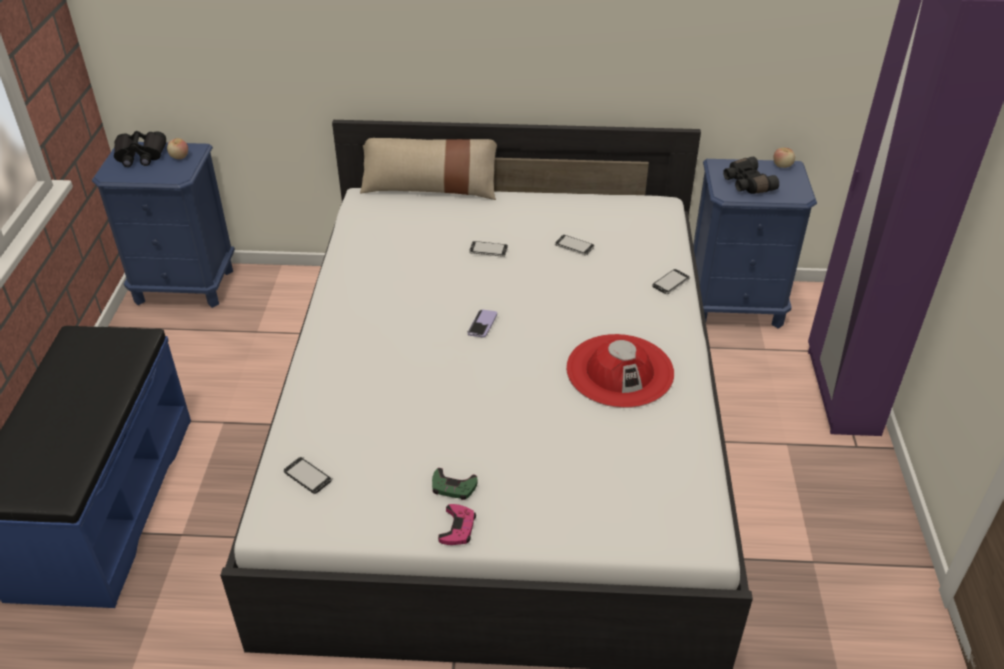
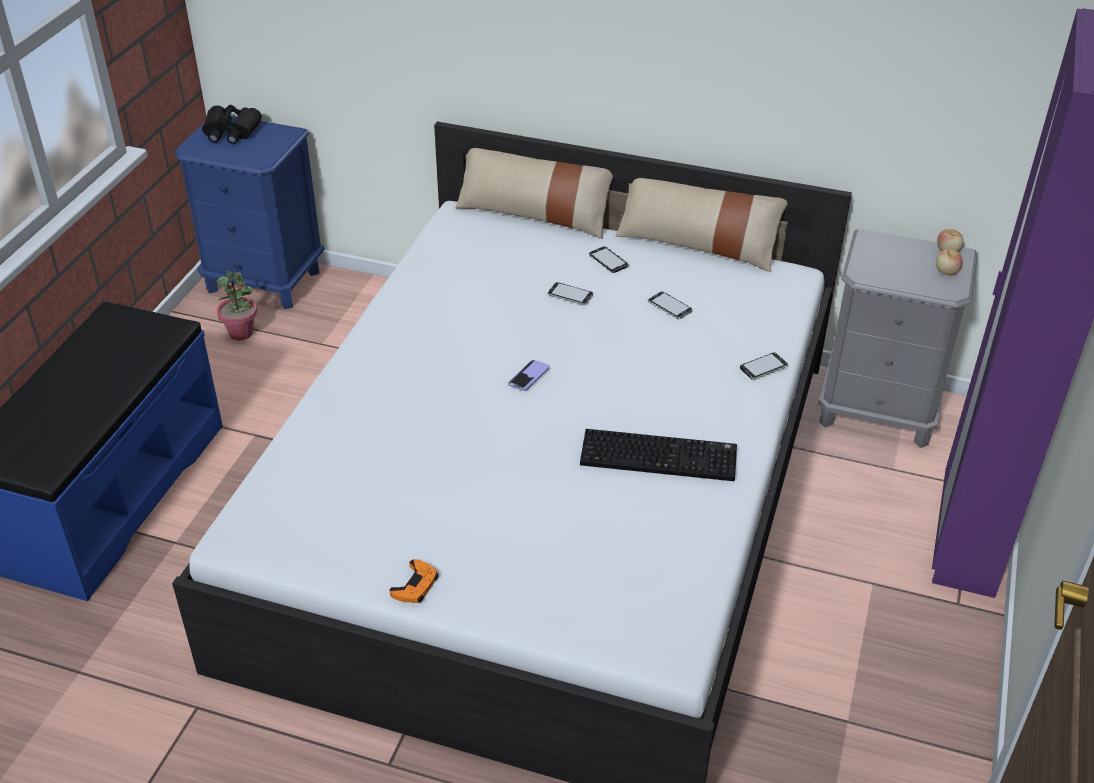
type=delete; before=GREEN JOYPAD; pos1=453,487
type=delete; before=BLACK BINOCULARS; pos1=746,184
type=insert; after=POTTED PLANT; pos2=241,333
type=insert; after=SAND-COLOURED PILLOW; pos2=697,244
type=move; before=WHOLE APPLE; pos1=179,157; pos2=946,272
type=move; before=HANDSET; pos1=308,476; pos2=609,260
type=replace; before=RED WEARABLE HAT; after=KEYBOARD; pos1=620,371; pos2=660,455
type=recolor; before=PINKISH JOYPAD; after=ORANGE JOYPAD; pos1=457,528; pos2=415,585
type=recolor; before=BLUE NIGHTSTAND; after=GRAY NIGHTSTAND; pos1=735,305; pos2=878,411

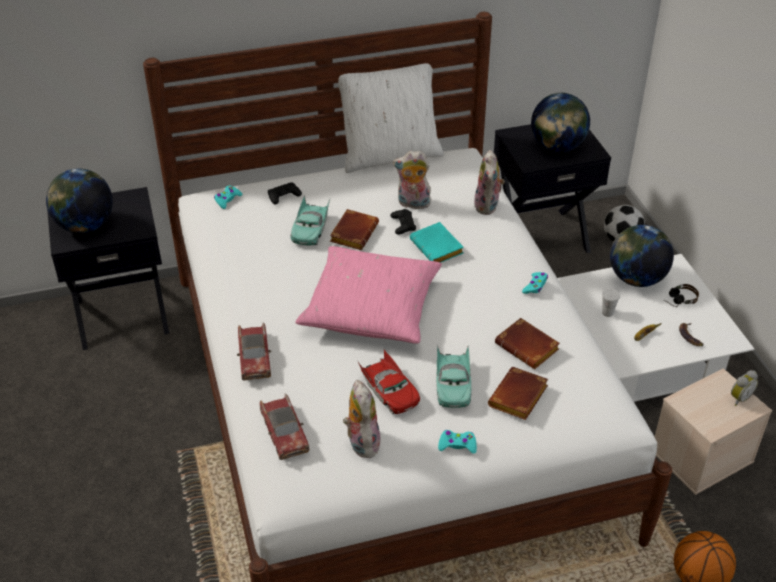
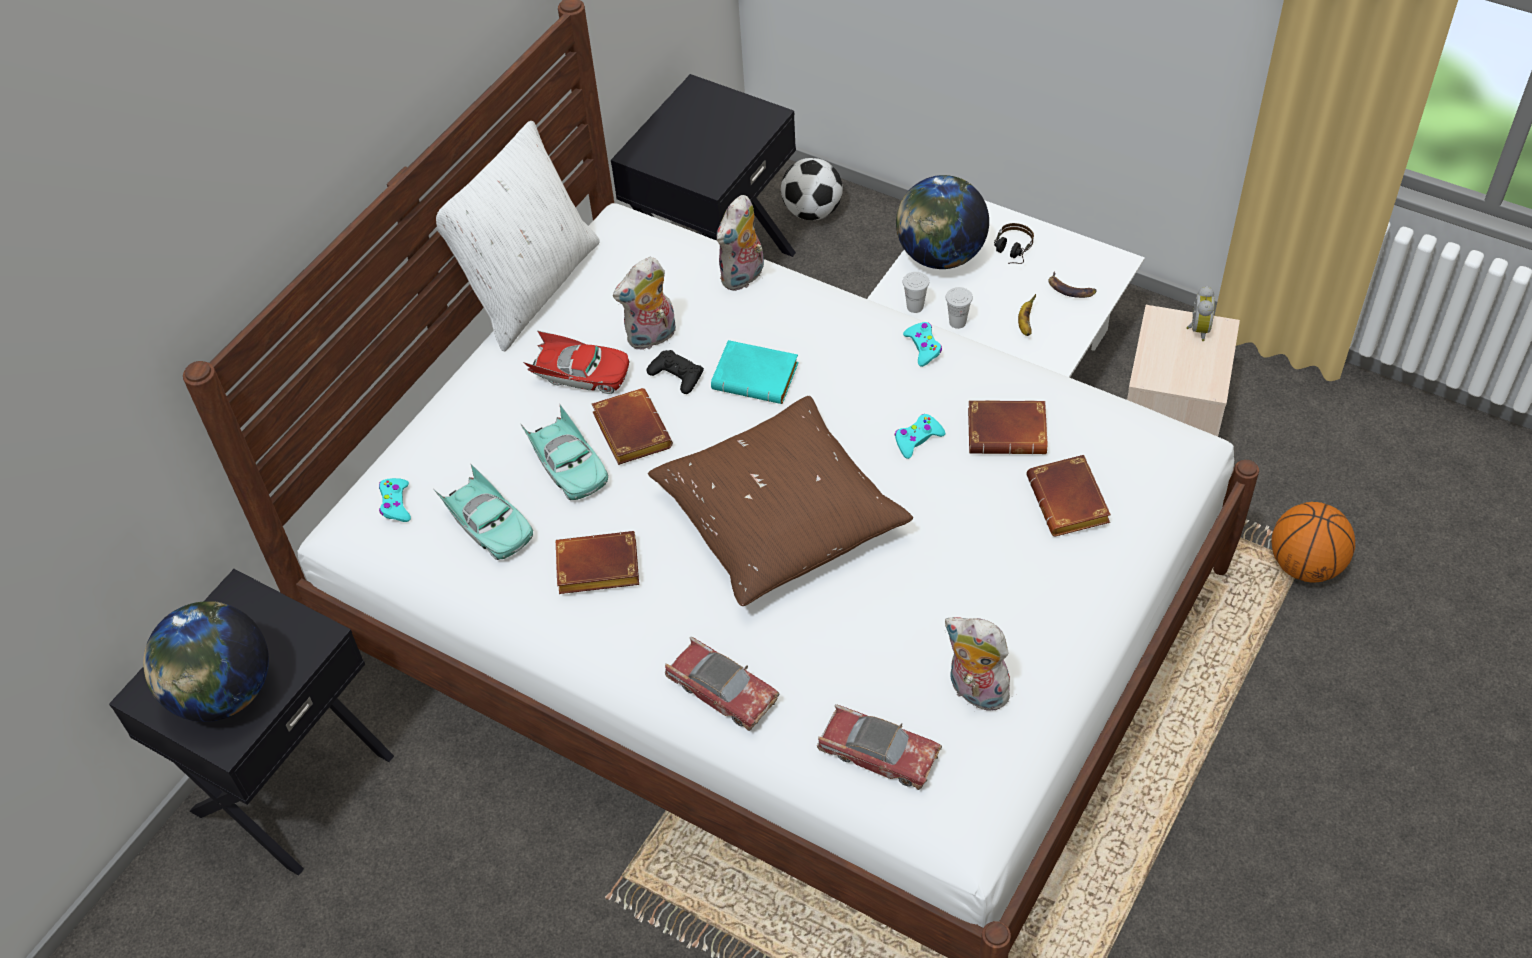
type=delete; before=BLACK JOYPAD; pos1=283,196
type=delete; before=WORLD GLOBE; pos1=557,147
type=insert; after=BROWNISH BOUND BOOK; pos2=595,570
type=insert; after=WHITISH CUP; pos2=915,306
type=move; before=RED MODEL CAR; pos1=389,391; pos2=580,374
type=move; before=TURQUOISE-COLOURED MODEL CAR; pos1=453,385; pos2=489,525
type=move; before=TURQUOISE-COLOURED JOYPAD; pos1=457,445; pos2=917,439
type=recolor; before=PINKISH PILLOW; after=BROWNISH PILLOW; pos1=371,308; pos2=779,516
type=rotate; before=PLUSH TOY; pos1=488,206; pos2=743,277; turn=75

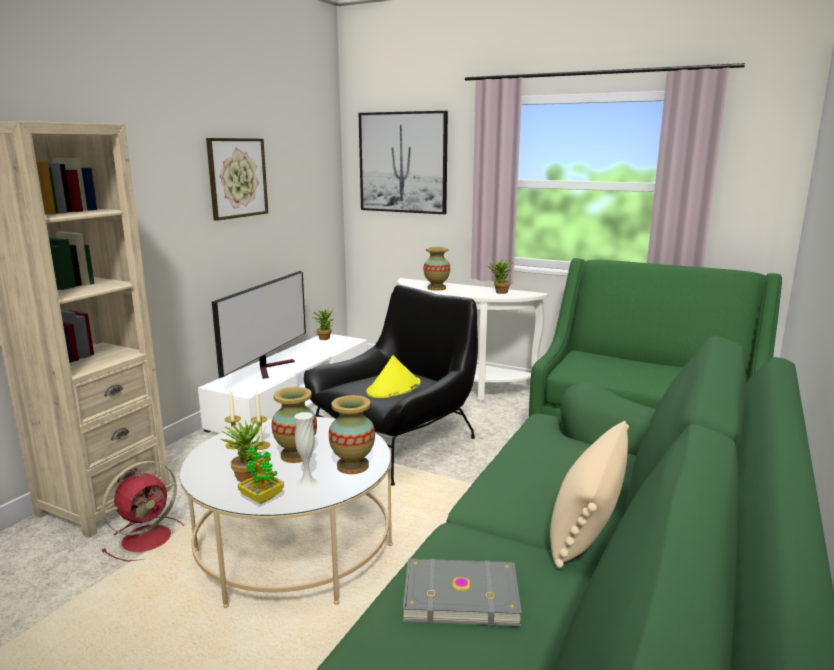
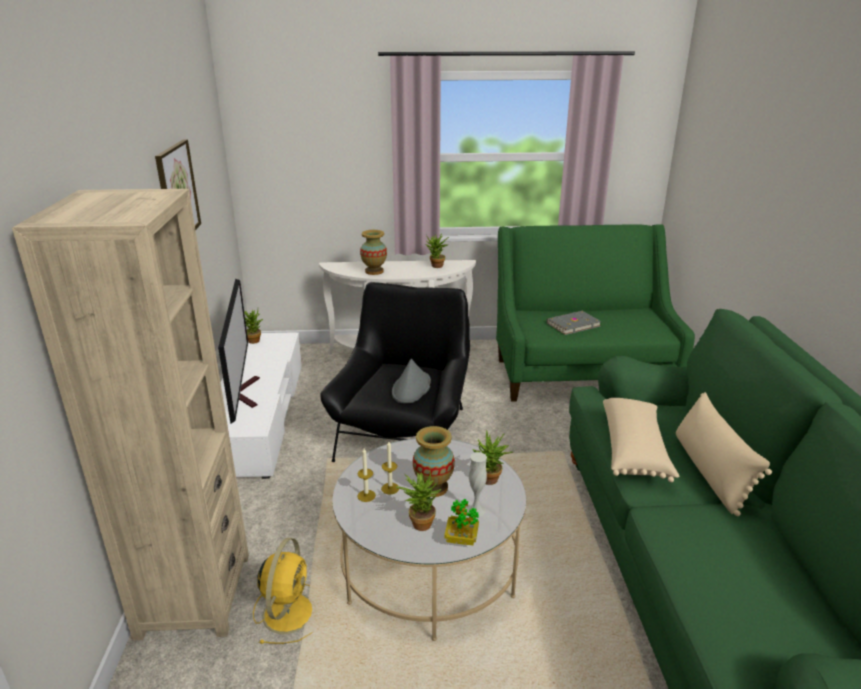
type=delete; before=WALL ART; pos1=403,162
type=insert; after=SAND-COLOURED PILLOW; pos2=634,450
type=move; before=GRAY BOUND BOOK; pos1=460,594; pos2=572,324
type=replace; before=DECORATIVE VASE; after=POTTED PLANT; pos1=352,466; pos2=490,482
type=recolor; before=RED FAN; after=YELLOWISH FAN; pos1=149,538; pos2=289,611
type=recolor; before=YELLOWISH WEARABLE HAT; after=GRAY WEARABLE HAT; pos1=393,388; pos2=411,388

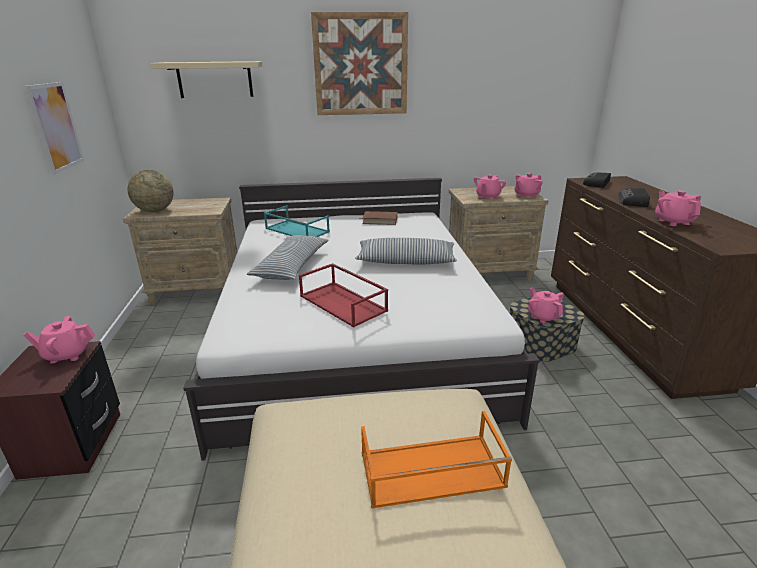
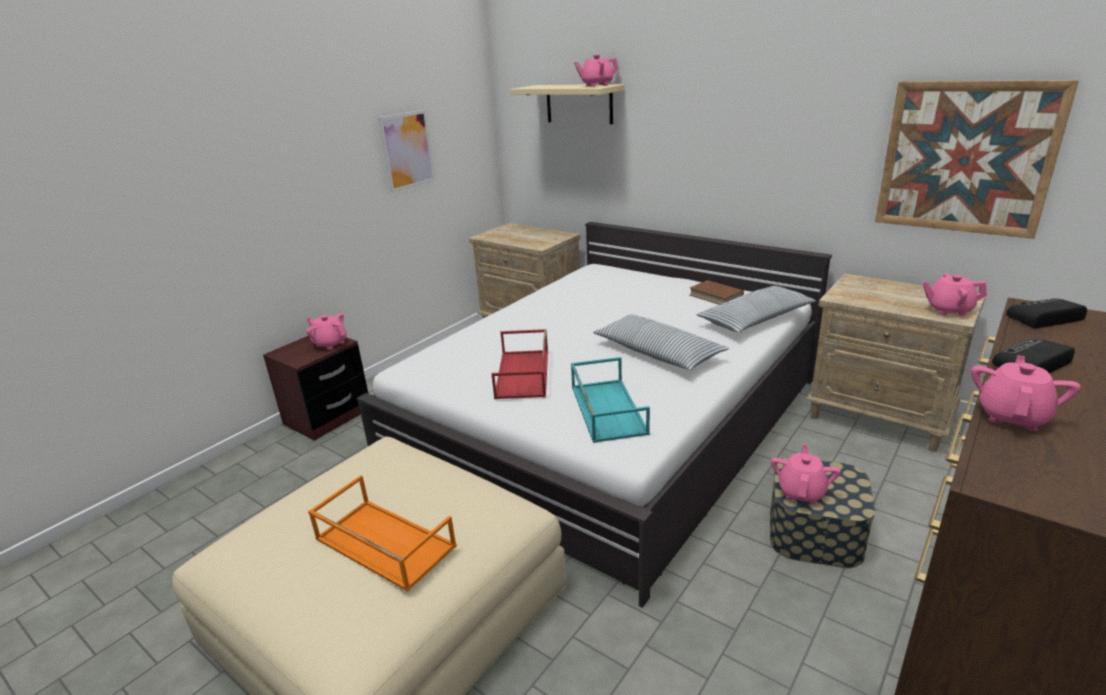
type=delete; before=WORLD GLOBE; pos1=155,211
type=move; before=PILLOW; pos1=291,266; pos2=755,320
type=move; before=TURQUOISE-COLOURED SERVING TRAY; pos1=296,230; pos2=606,409
type=move; before=WALL ART; pos1=360,65; pos2=966,158
type=move; before=PINKISH TEA POT; pos1=487,197; pos2=596,85

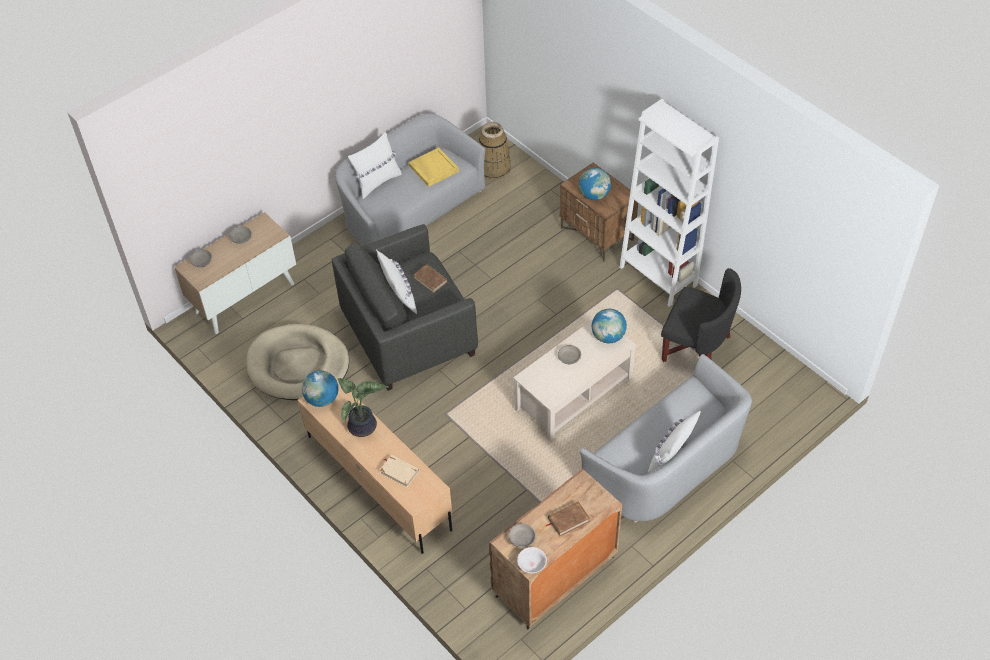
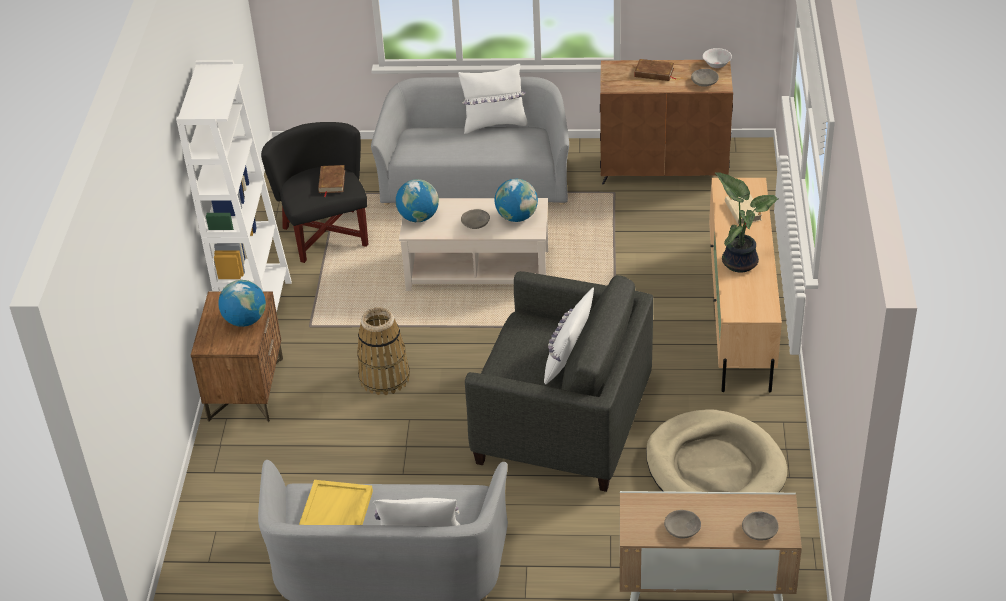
type=move; before=WORLD GLOBE; pos1=322,399; pos2=517,217
type=move; before=BROWNISH BOUND BOOK; pos1=430,280; pos2=331,181
type=move; before=HOUSEHOLD BASKET; pos1=493,168; pos2=385,377

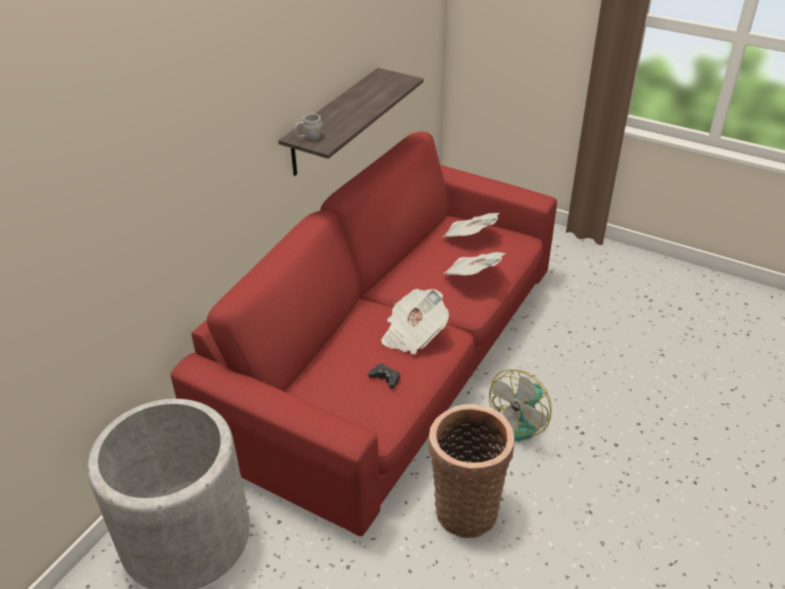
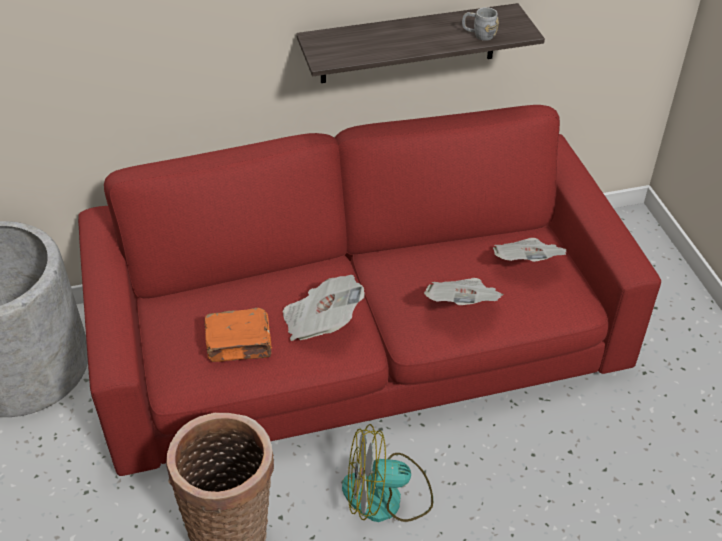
type=move; before=GRAY MUG; pos1=309,137; pos2=479,35
type=replace; before=BLACK JOYPAD; after=ORANGE BOUND BOOK; pos1=385,378; pos2=240,344

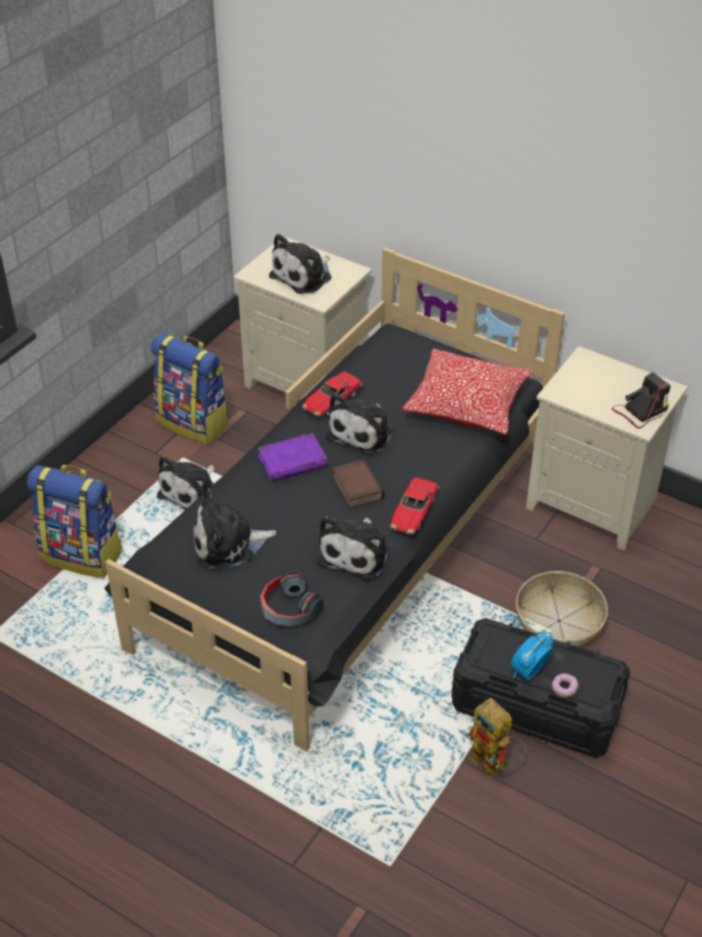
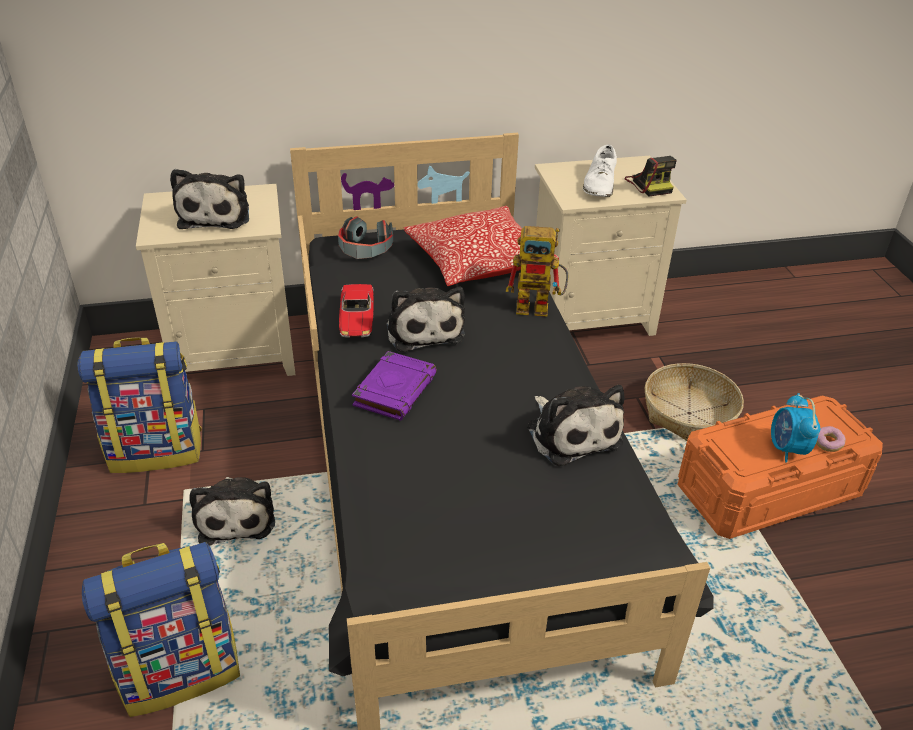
type=delete; before=PLUSH TOY; pos1=228,544
type=delete; before=BOUND BOOK; pos1=355,487
type=delete; before=MODEL CAR; pos1=413,513
type=insert; after=WHITISH SHOE; pos2=600,183
type=move; before=HEADSET; pos1=289,609; pos2=365,249
type=move; before=MODEL ROBOT; pos1=494,765; pos2=540,307
type=recolor; before=BLACK STORAGE BOX; after=ORANGE STORAGE BOX; pos1=536,707; pos2=769,490
type=rotate; before=PHOTO CAMERA; pos1=640,411; pos2=649,184; turn=150

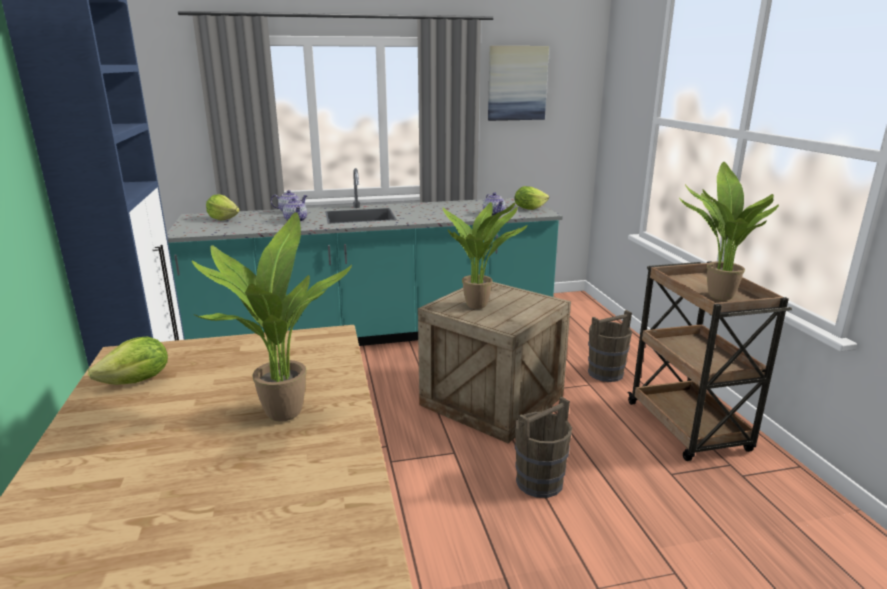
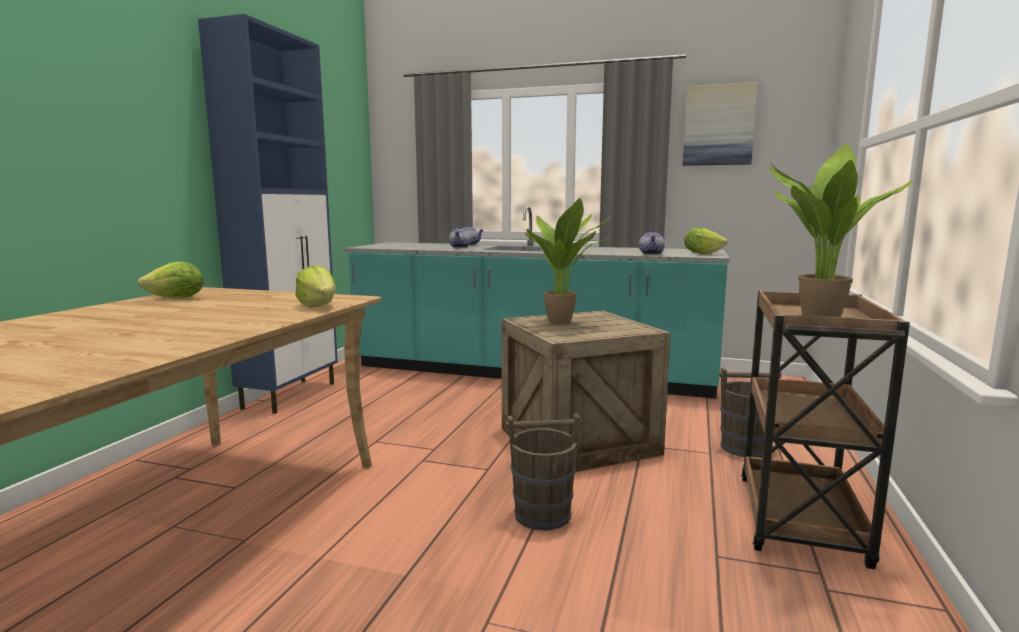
type=delete; before=POTTED PLANT; pos1=279,412
type=move; before=LETTUCE HEAD; pos1=223,219; pos2=318,306

